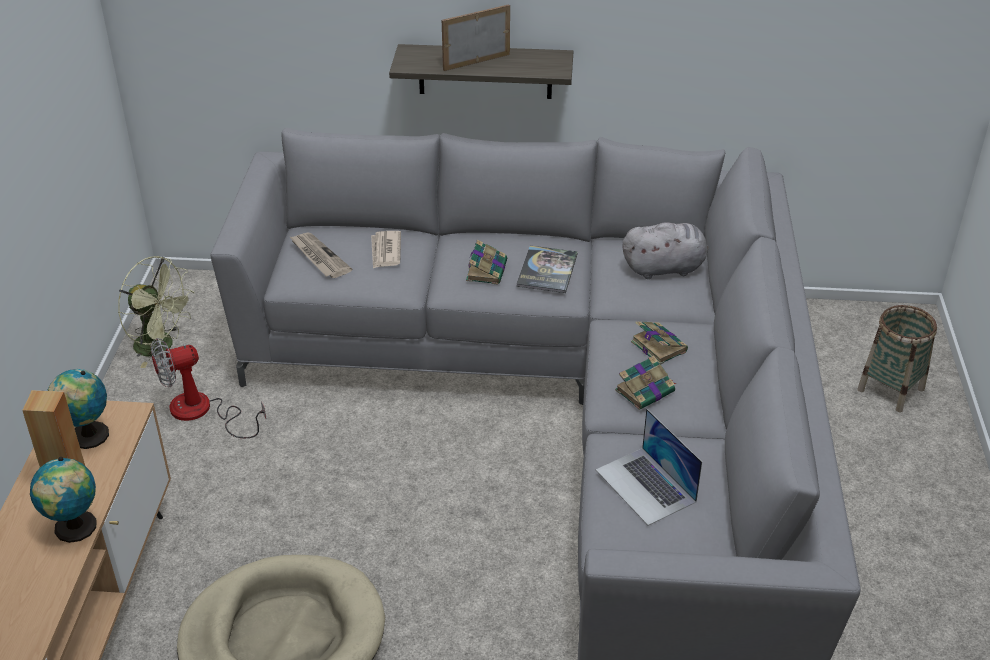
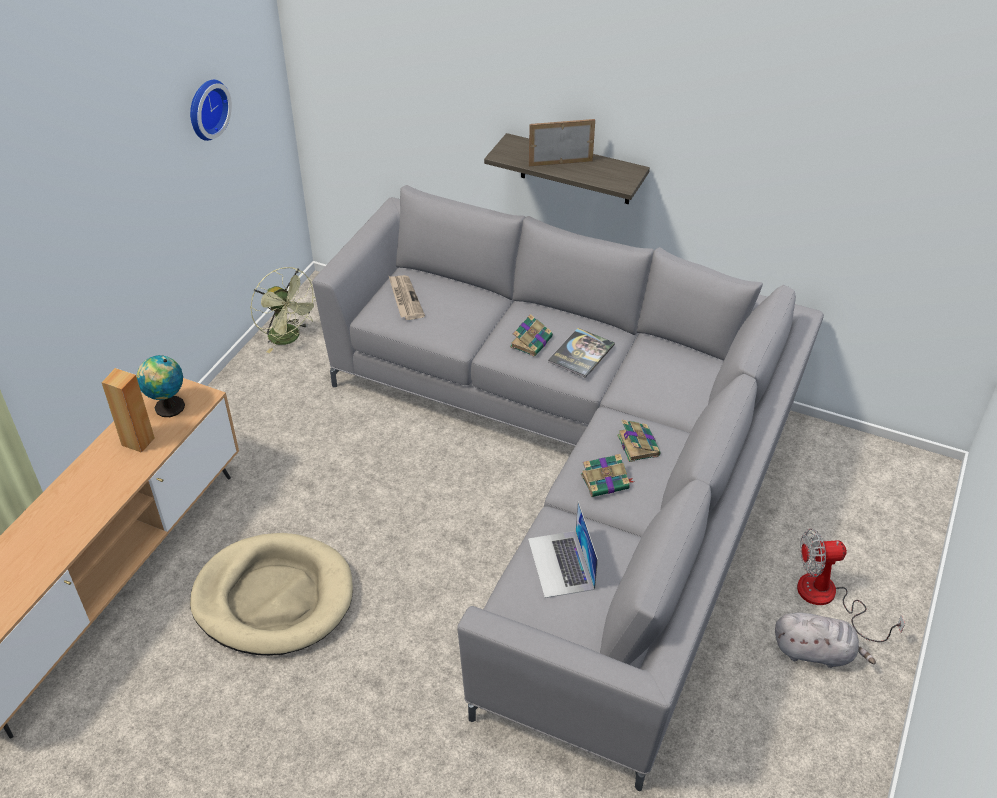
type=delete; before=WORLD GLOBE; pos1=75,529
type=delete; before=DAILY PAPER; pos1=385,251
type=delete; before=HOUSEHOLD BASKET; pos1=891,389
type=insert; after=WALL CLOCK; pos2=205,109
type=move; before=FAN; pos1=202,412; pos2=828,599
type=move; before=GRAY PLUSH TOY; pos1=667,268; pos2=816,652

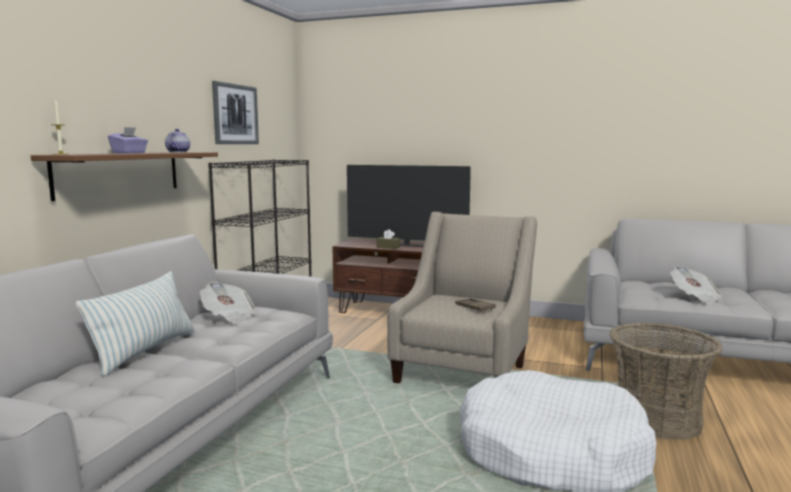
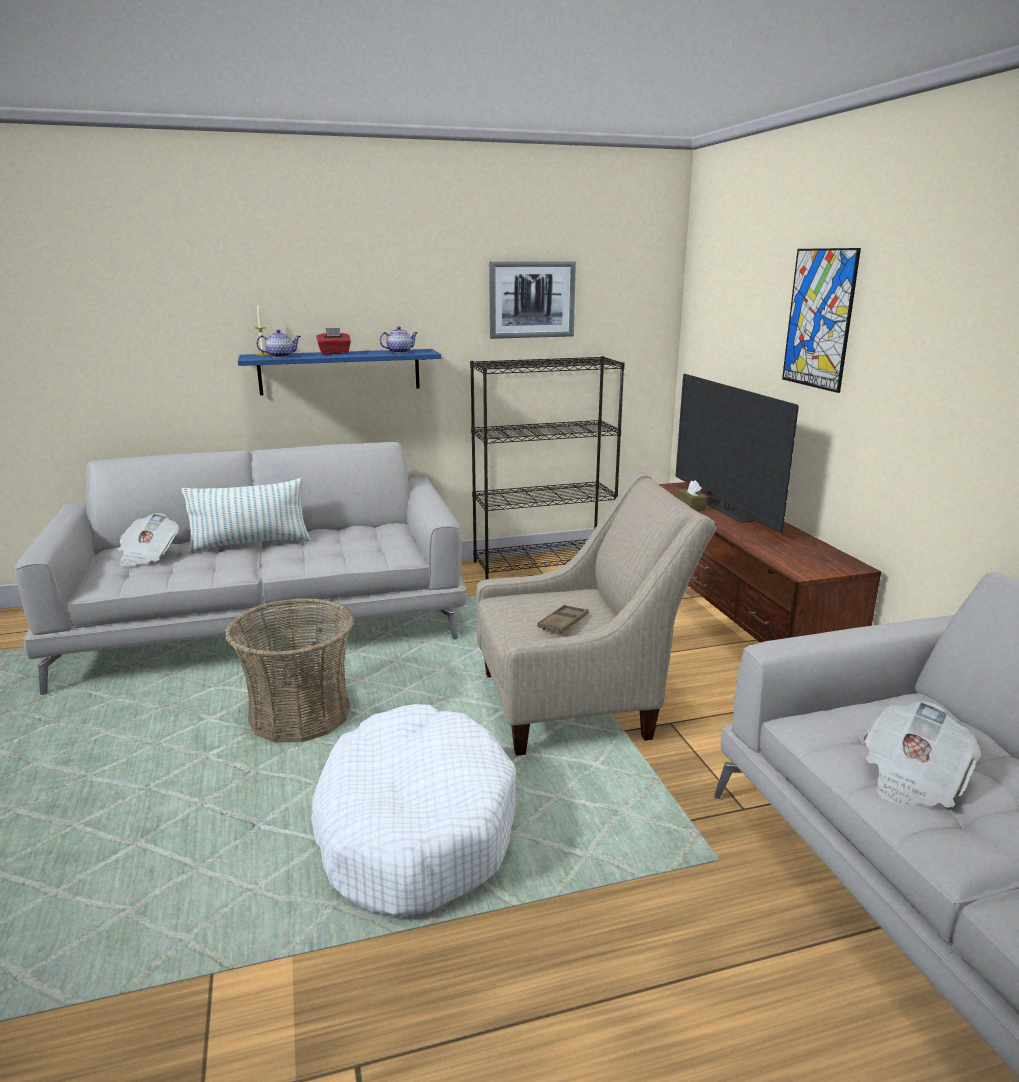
type=insert; after=TEA POT; pos2=281,356
type=insert; after=WALL ART; pos2=819,319
type=move; before=DAILY PAPER; pos1=229,316; pos2=148,555
type=move; before=HOUSEHOLD BASKET; pos1=657,419; pos2=300,715
type=recolor; before=BROWNISH SHELF; after=BLUE SHELF; pos1=119,173; pos2=340,371
type=recolor; before=PURPLE-COLOURED TISSUE BOX; after=RED TISSUE BOX; pos1=129,153; pos2=334,353

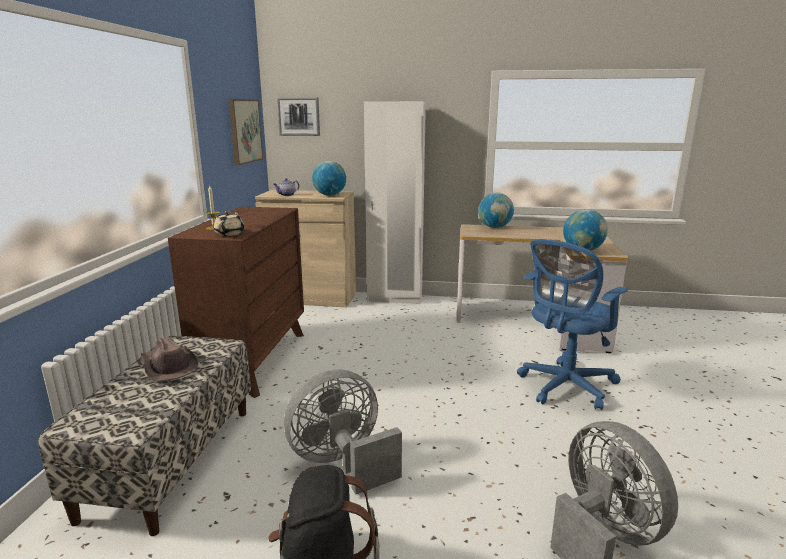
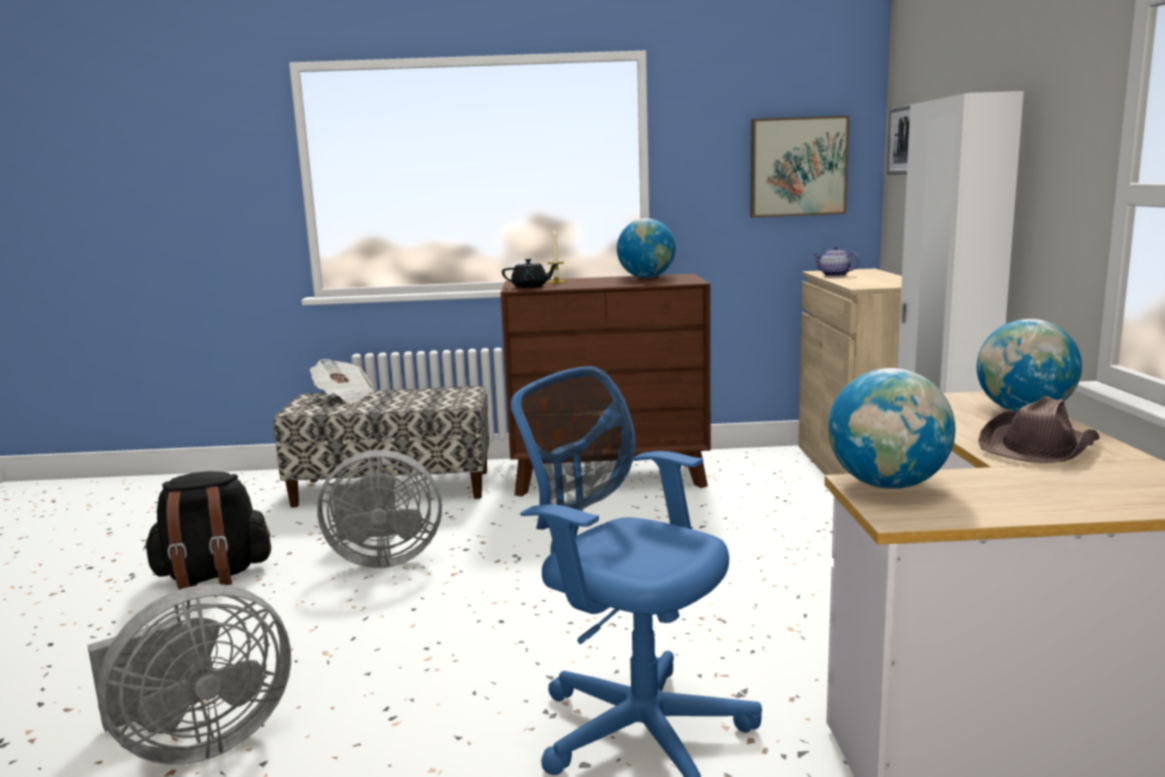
type=insert; after=DAILY PAPER; pos2=344,397
type=move; before=BROWNISH WEARABLE HAT; pos1=168,366; pos2=1038,447
type=move; before=WORLD GLOBE; pos1=329,195; pos2=646,278
type=recolor; before=SAND-COLOURED TEA POT; after=BLACK TEA POT; pos1=230,233; pos2=530,287
type=rotate; before=GRAY FAN; pos1=342,463; pos2=382,559; turn=120

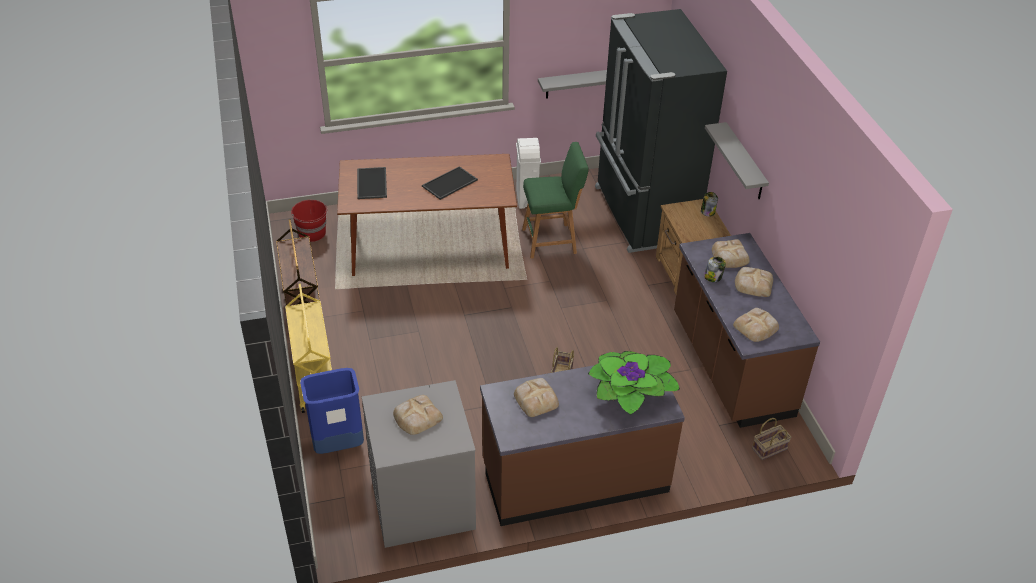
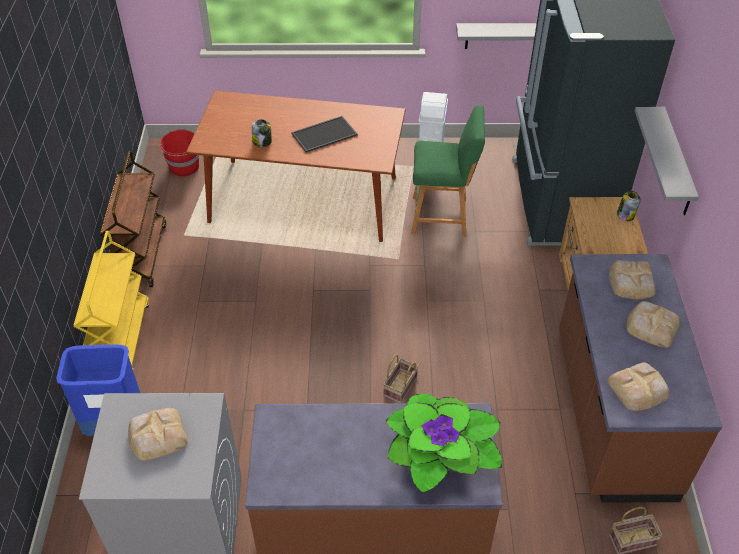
type=delete; before=SERVING TRAY; pos1=371,183
type=delete; before=BAKERY BREAD; pos1=536,399
type=move; before=PRESERVE JAR; pos1=713,277; pos2=262,142

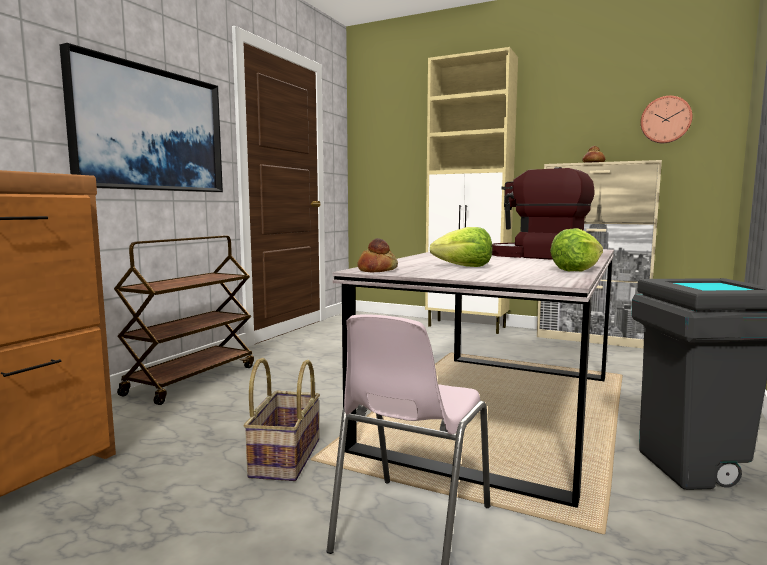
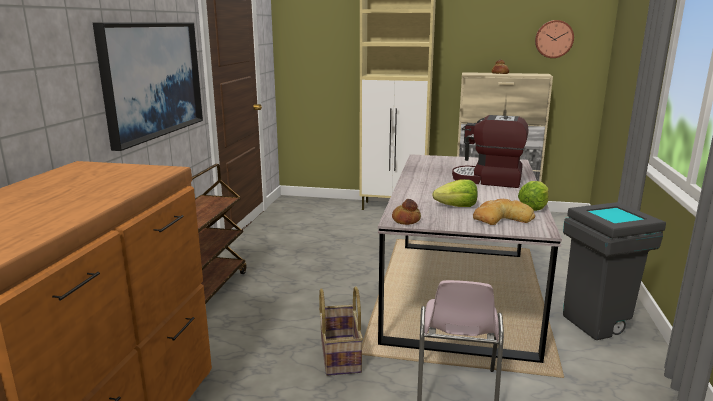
type=insert; after=BAKERY BREAD; pos2=501,218

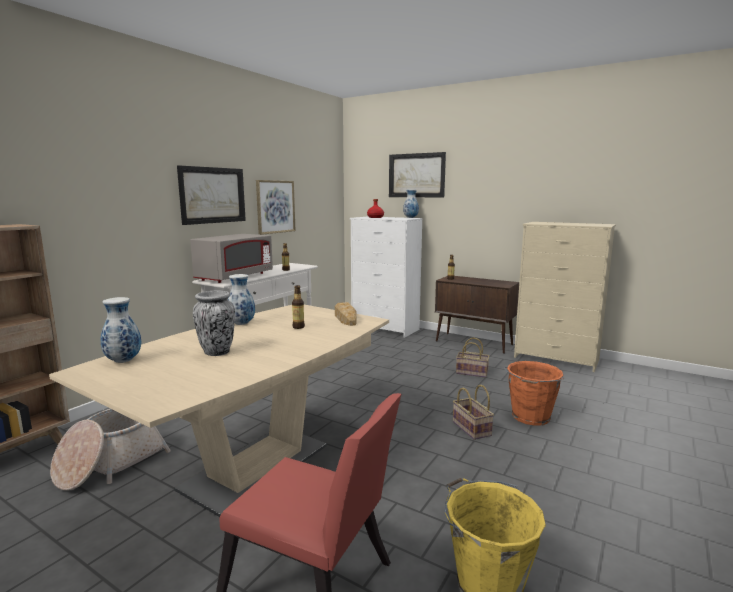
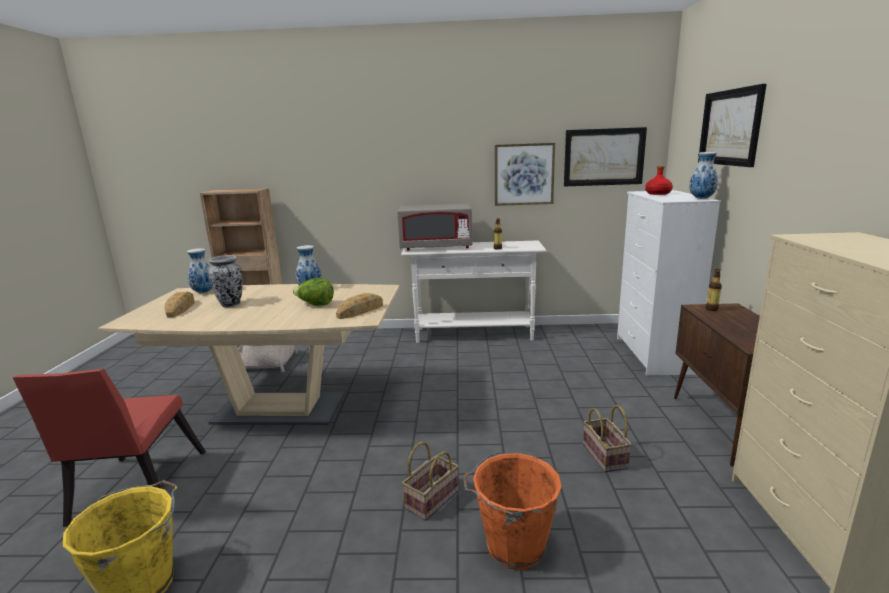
type=insert; after=BAKERY BREAD; pos2=180,308
type=move; before=WALL ART; pos1=212,195; pos2=603,157
type=replace; before=BOTTLE; after=LETTUCE HEAD; pos1=298,327; pos2=315,305

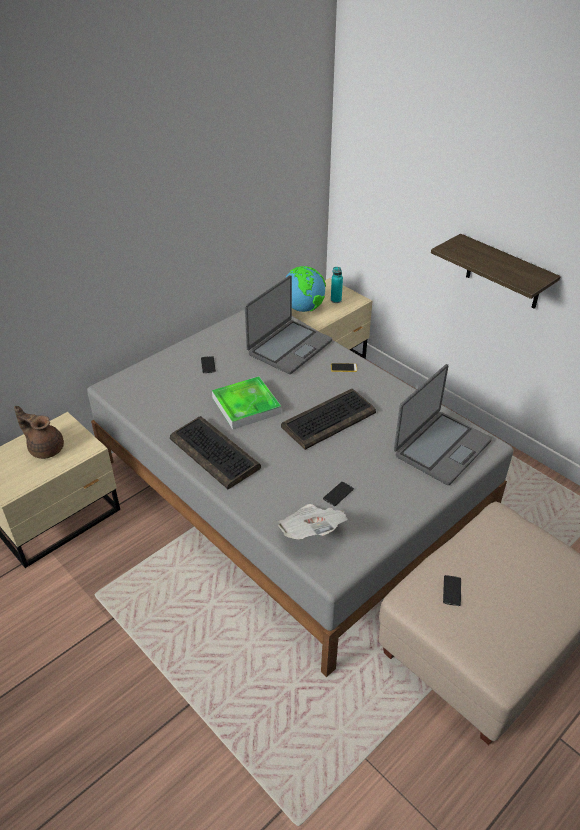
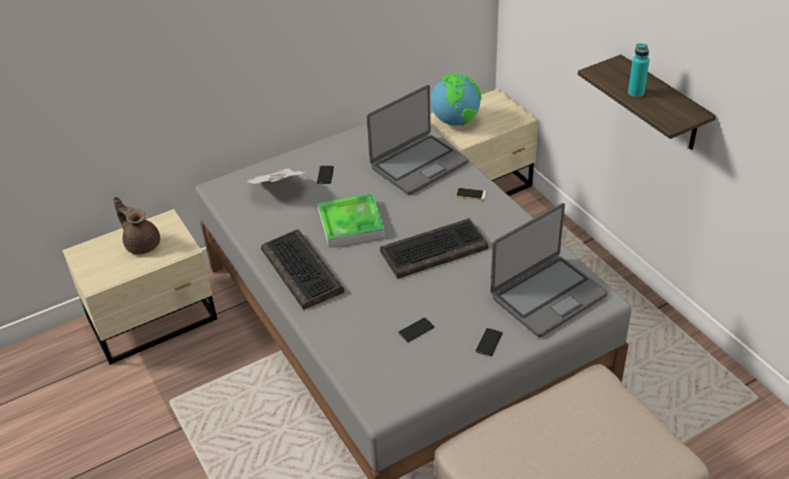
type=move; before=DAILY PAPER; pos1=311,532; pos2=279,188
type=move; before=TURQUOISE-COLOURED BOTTLE; pos1=336,300; pos2=636,93
type=move; before=HANDSET; pos1=452,591; pos2=489,342

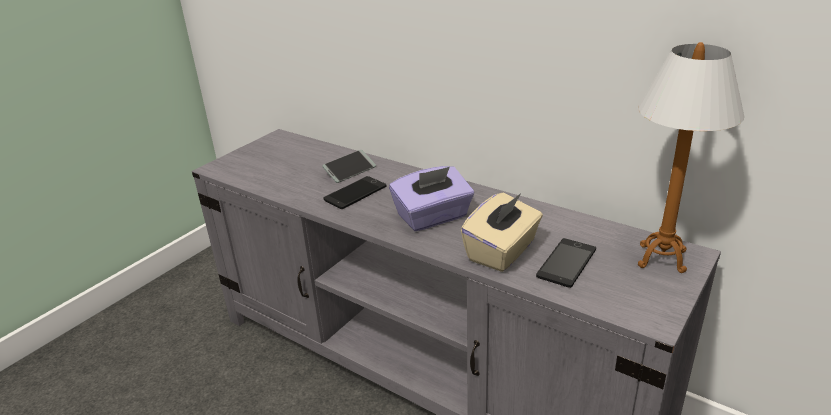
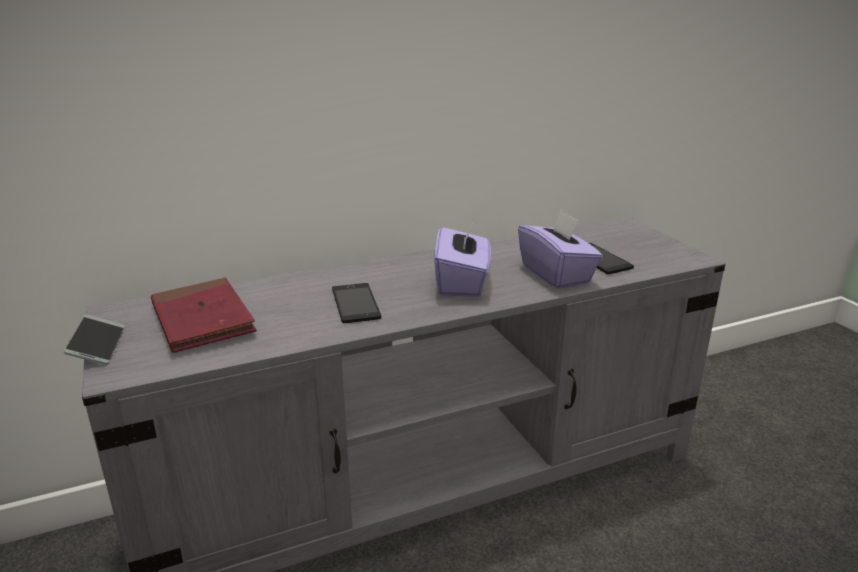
type=delete; before=LAMP FOR A TABLE; pos1=662,259
type=insert; after=RED BOUND BOOK; pos2=202,320
type=move; before=HANDSET; pos1=350,171; pos2=98,346
type=recolor; before=SAND-COLOURED TISSUE BOX; after=PURPLE-COLOURED TISSUE BOX; pos1=502,251; pos2=556,274

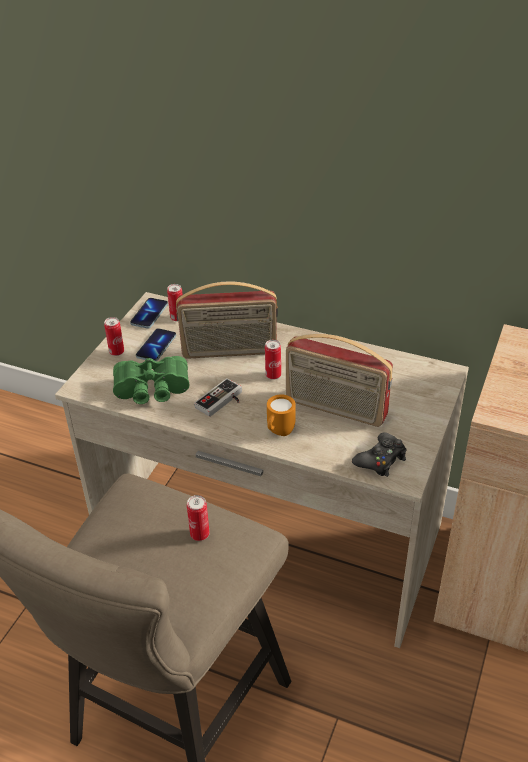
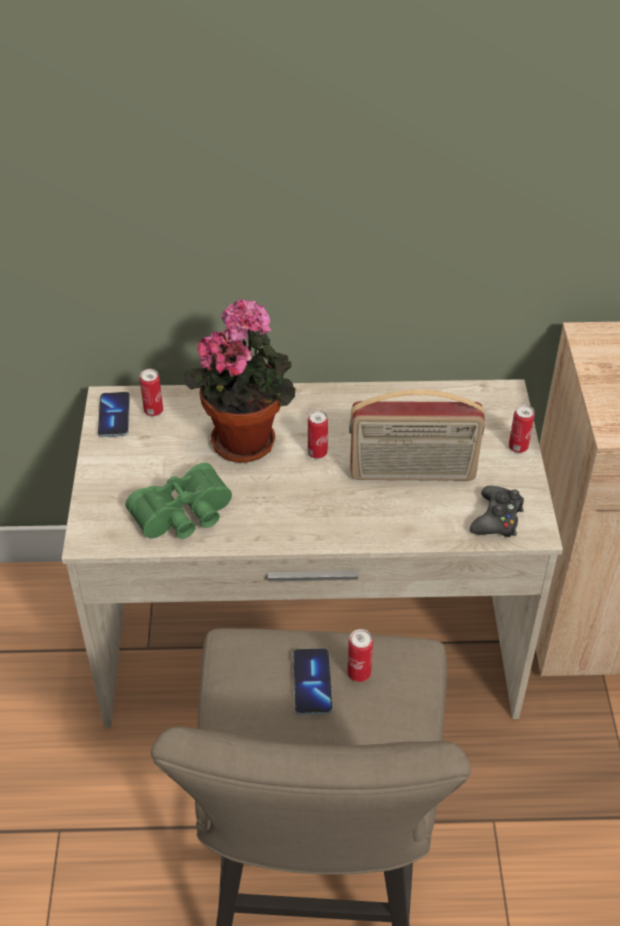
type=delete; before=JOYPAD; pos1=222,402
type=delete; before=ORANGE MUG; pos1=279,433
type=move; before=METAL CAN; pos1=116,352; pos2=518,447
type=move; before=HANDSET; pos1=156,346; pos2=312,683
type=replace; before=RADIO; after=POTTED PLANT; pos1=229,352; pos2=246,437

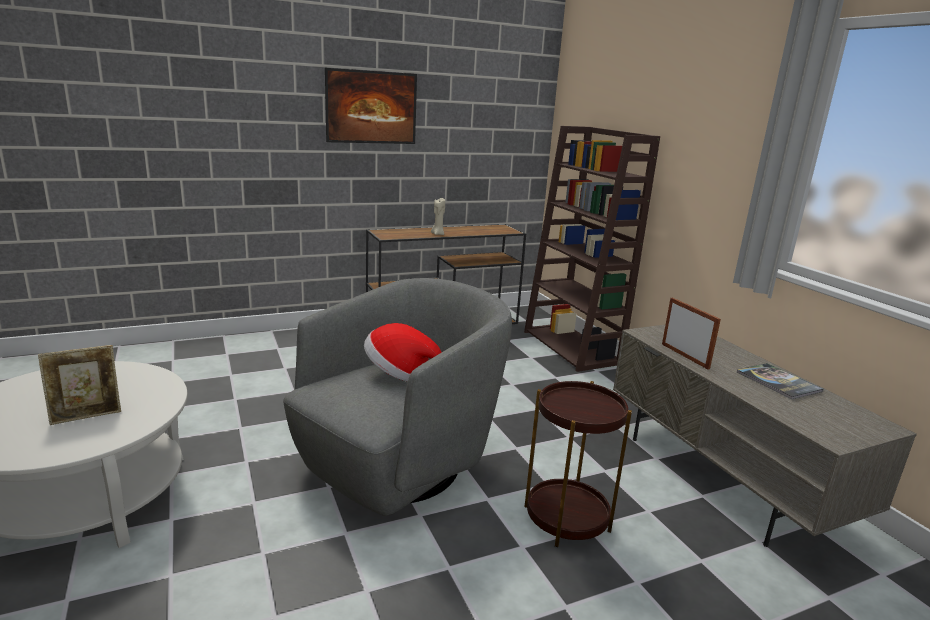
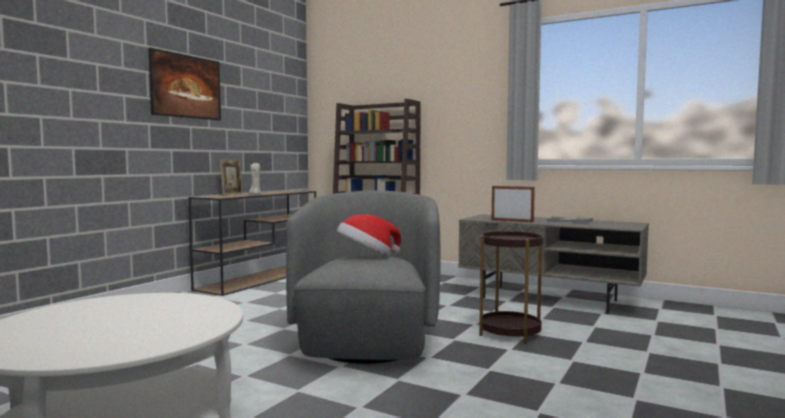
type=move; before=PICTURE FRAME; pos1=87,416; pos2=232,194

